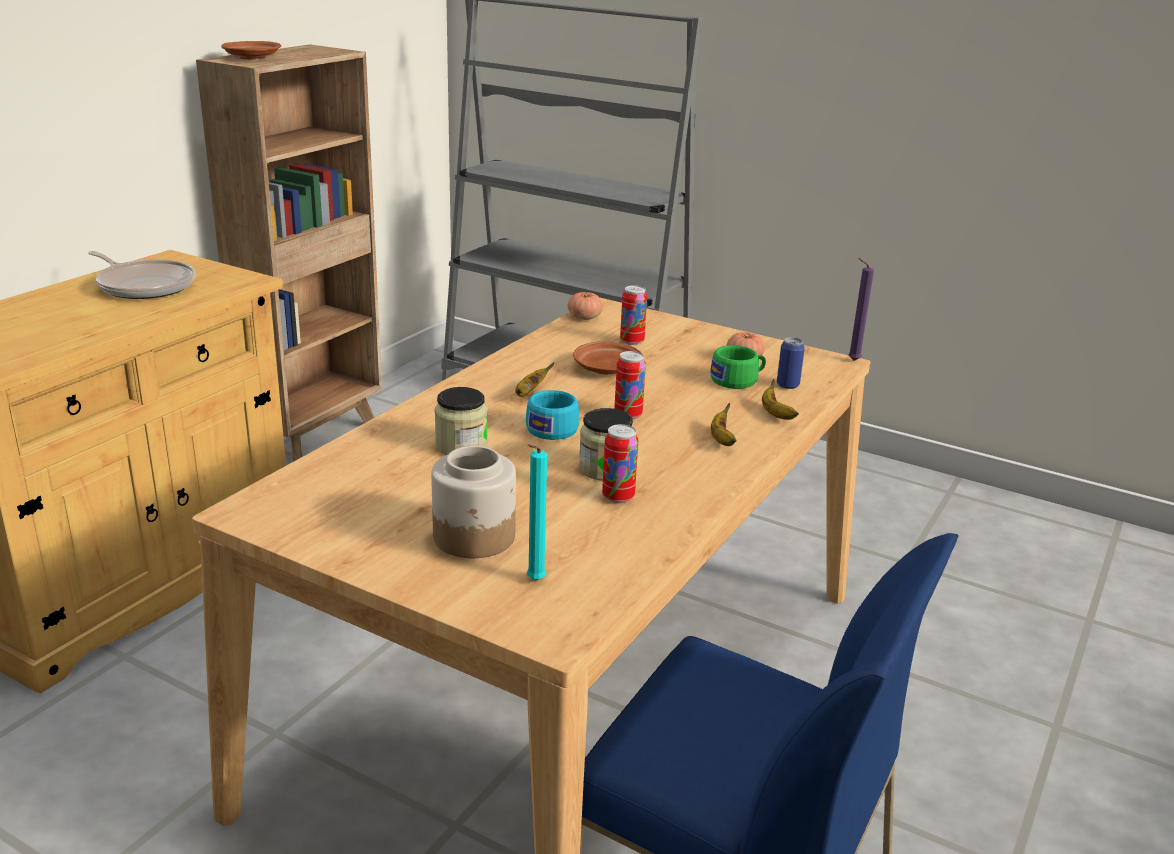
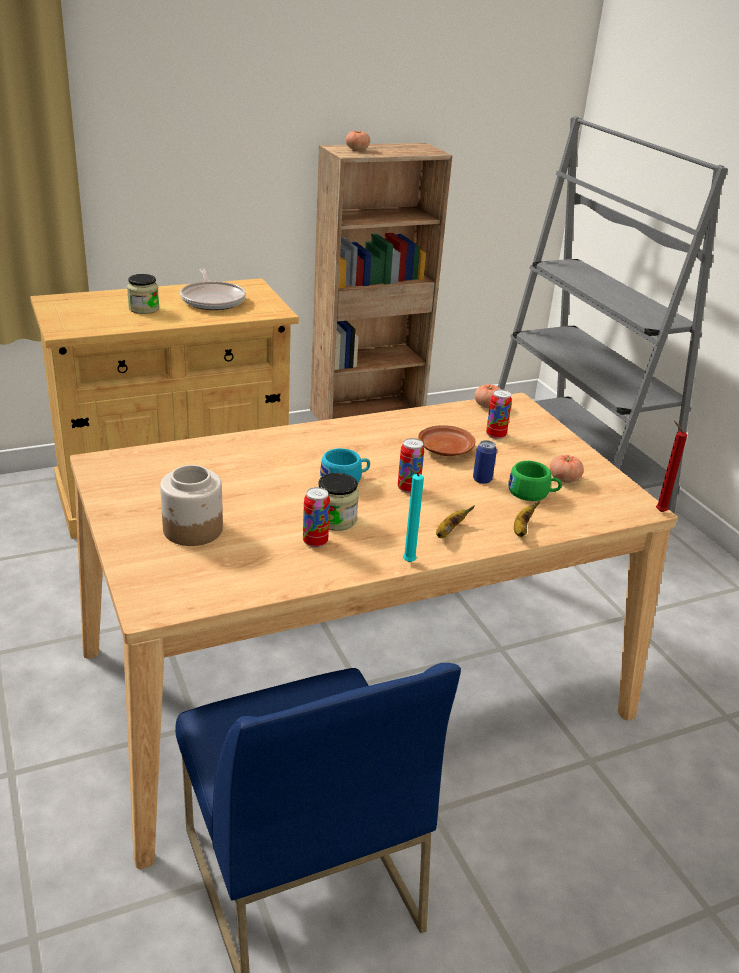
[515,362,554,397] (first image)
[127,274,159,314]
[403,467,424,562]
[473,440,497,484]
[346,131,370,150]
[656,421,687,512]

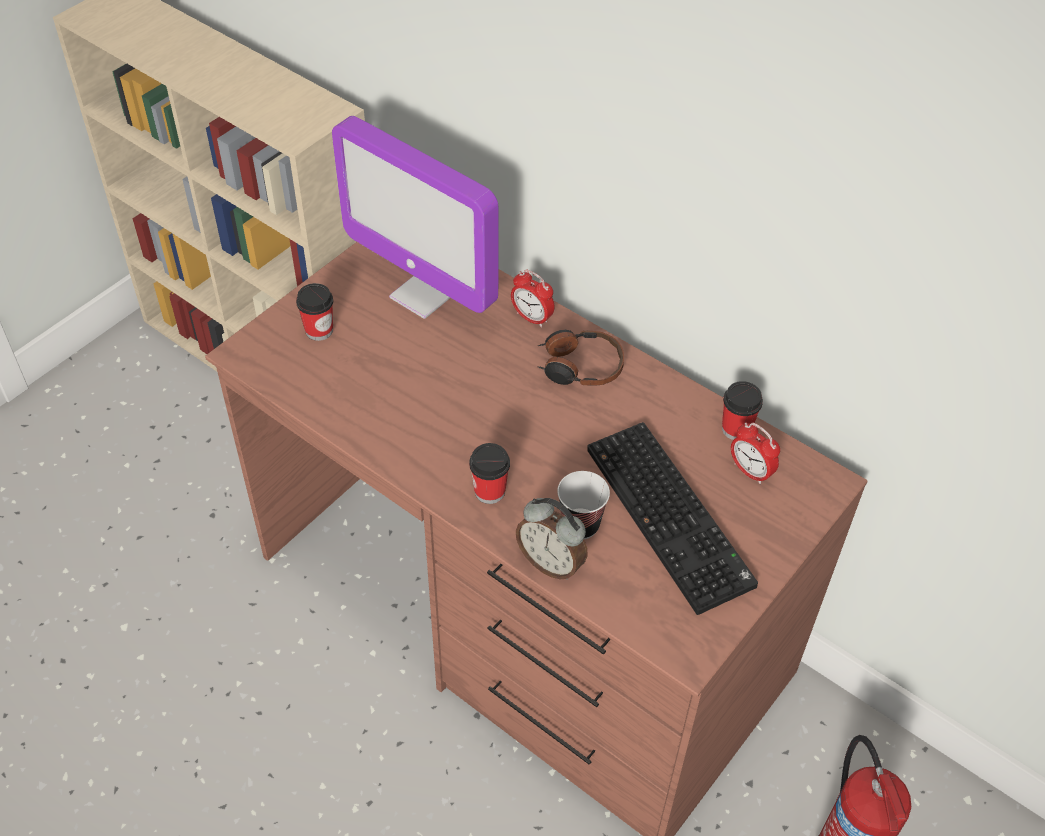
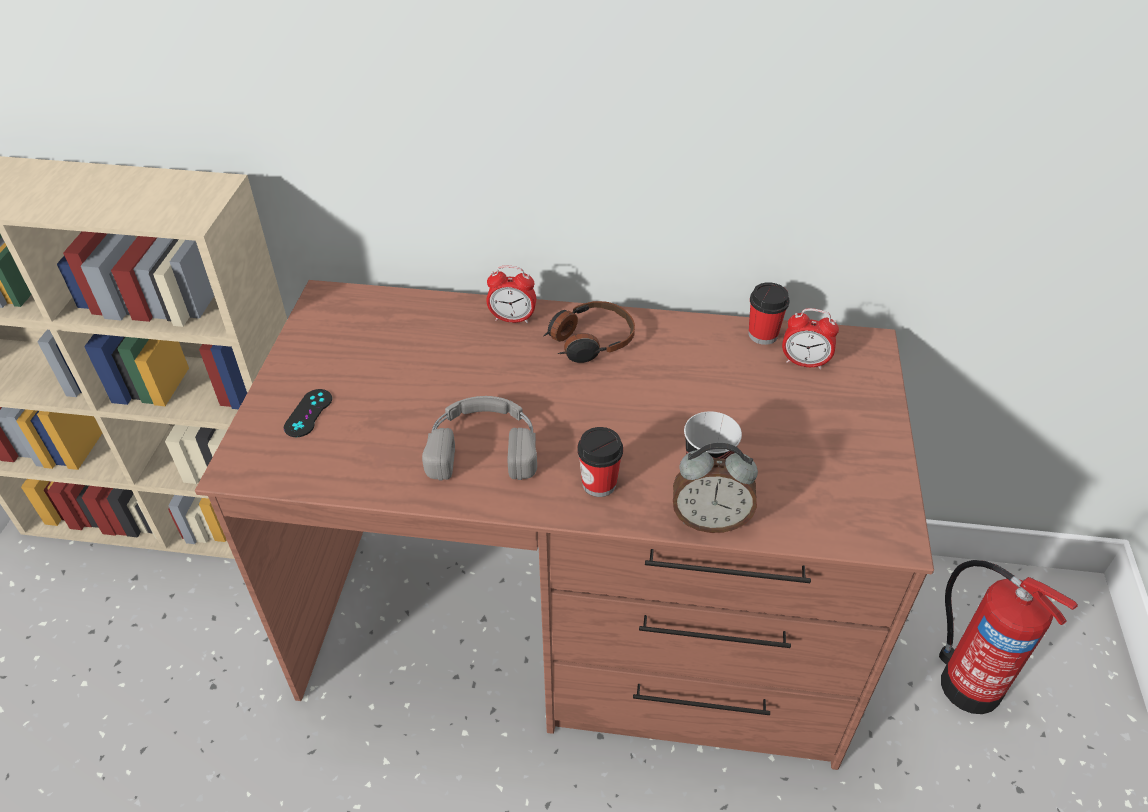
[332,116,499,319] (first image)
[587,422,758,615] (first image)
[422,396,537,480]
[284,389,332,437]

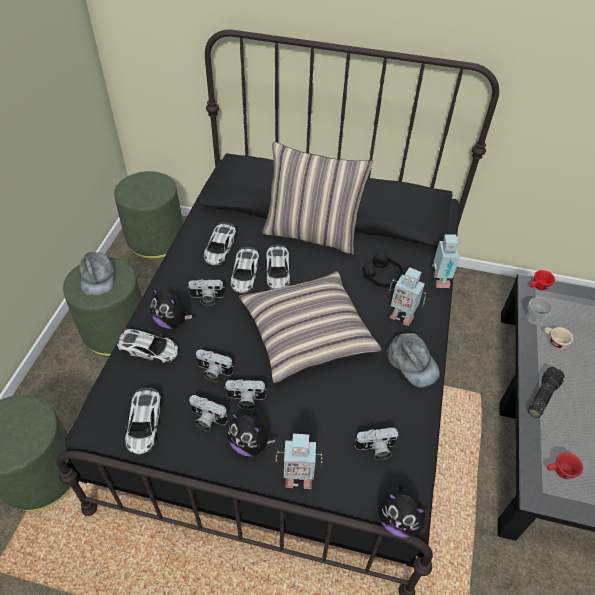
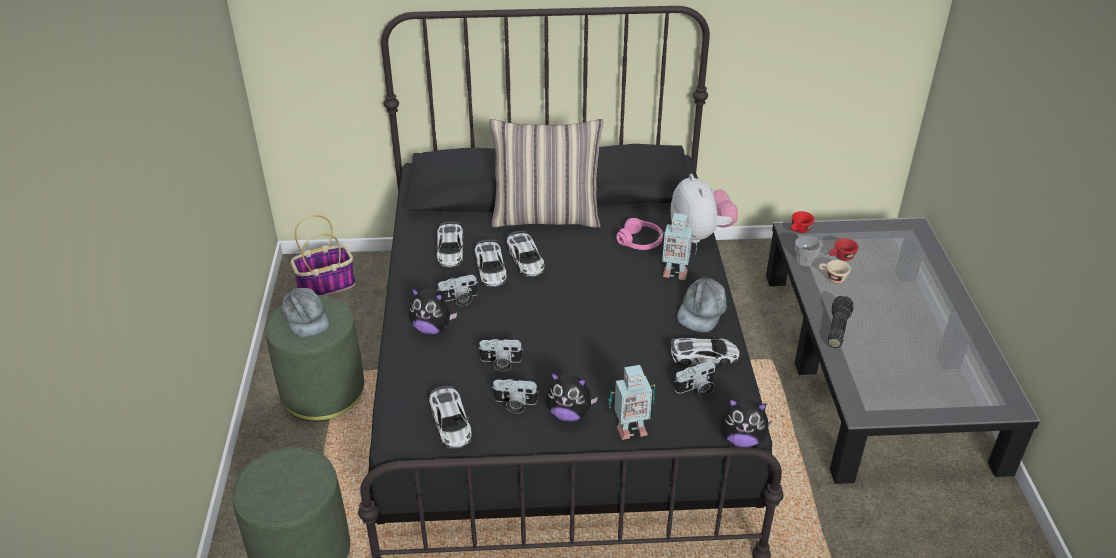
[225,380,267,410] (first image)
[239,271,381,383] (first image)
[671,336,740,366]
[829,238,859,261]
[291,215,356,295]
[671,174,738,243]
[616,218,663,250]
[677,277,727,332]

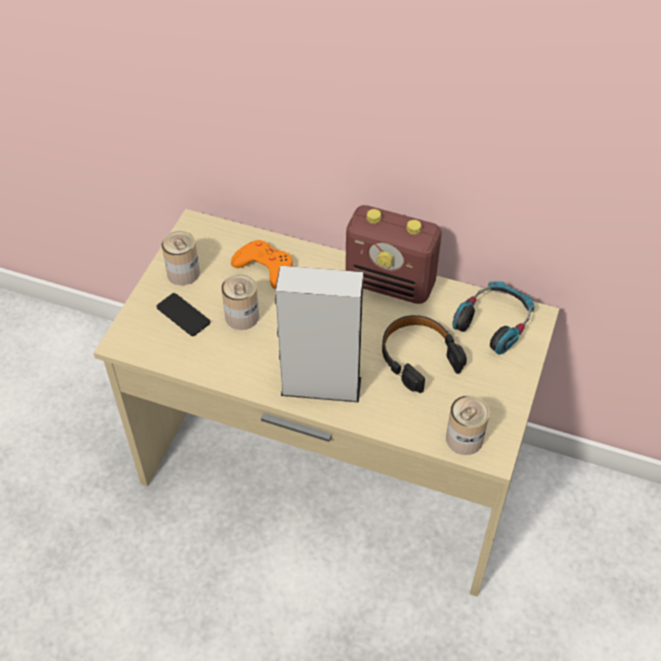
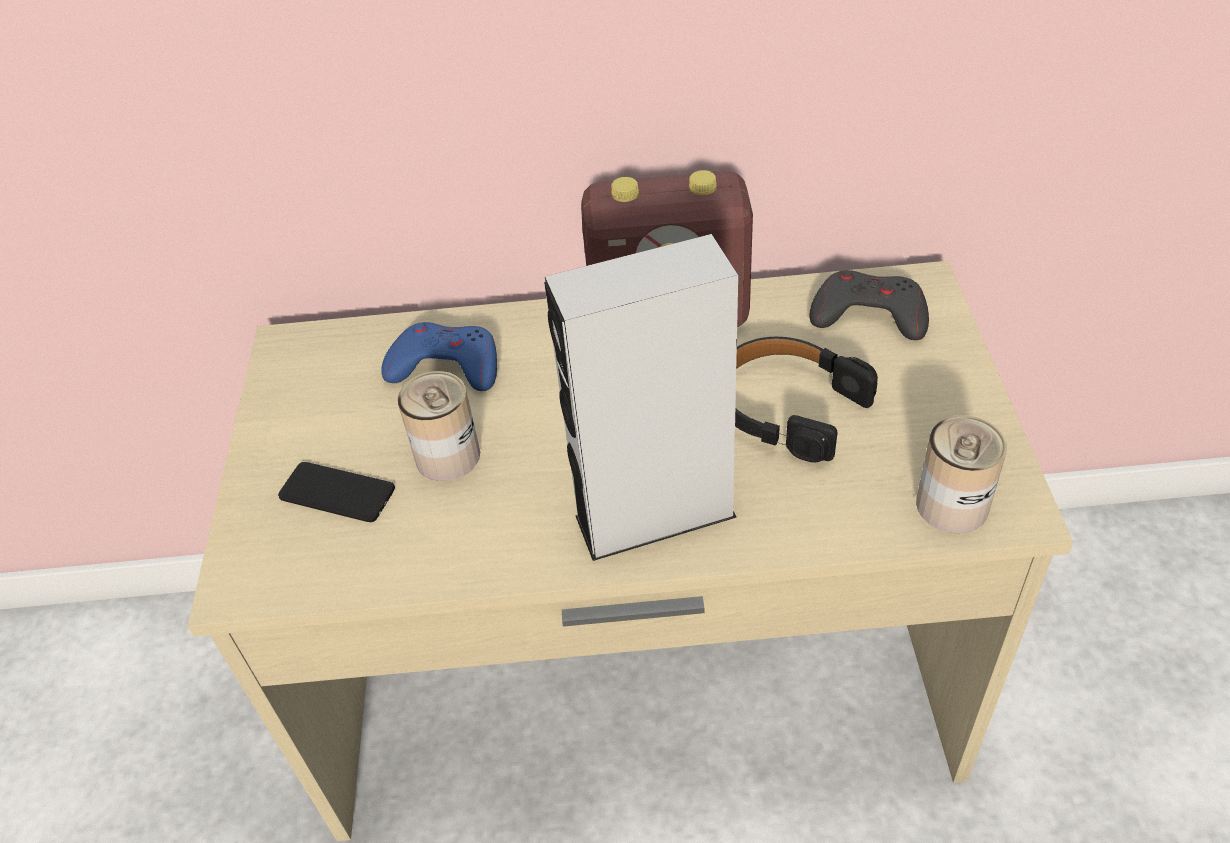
[161,231,200,285] (first image)
[810,270,929,340]
[381,322,497,391]

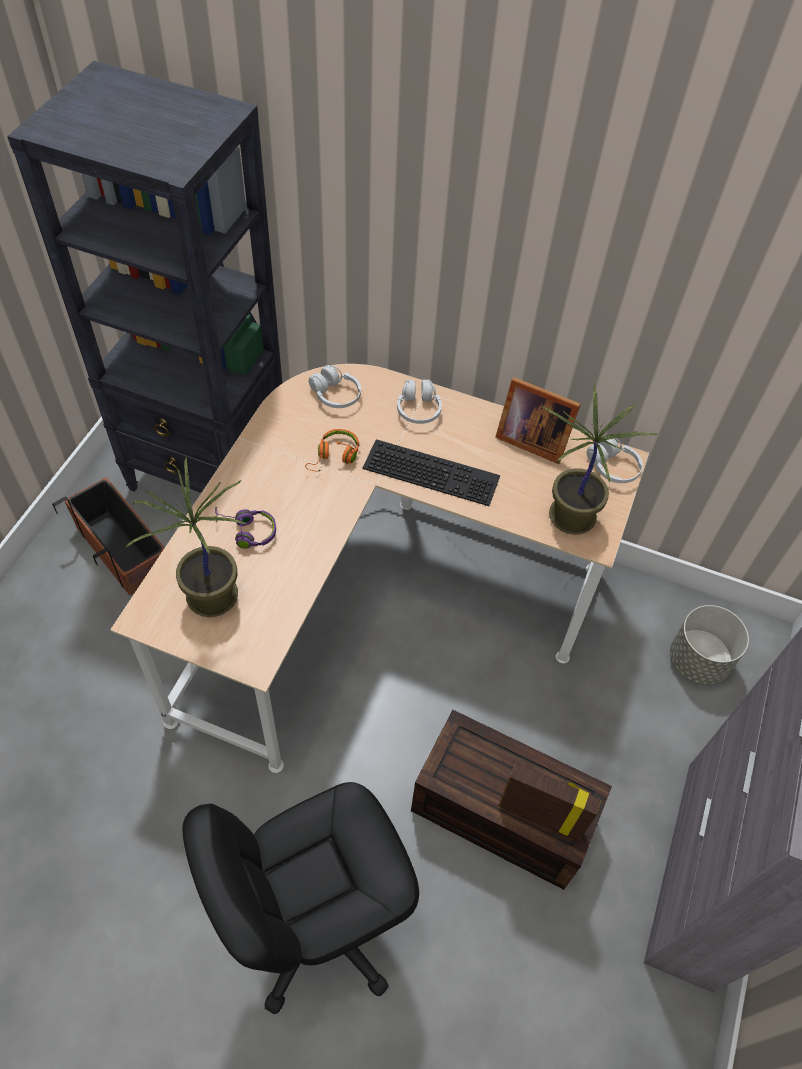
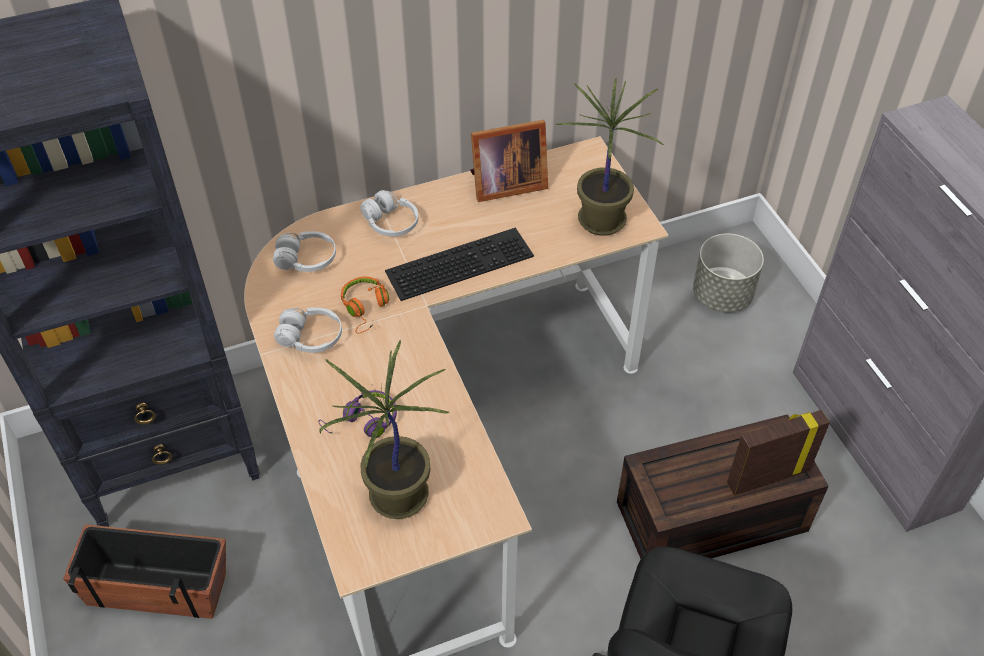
[274,307,342,353]

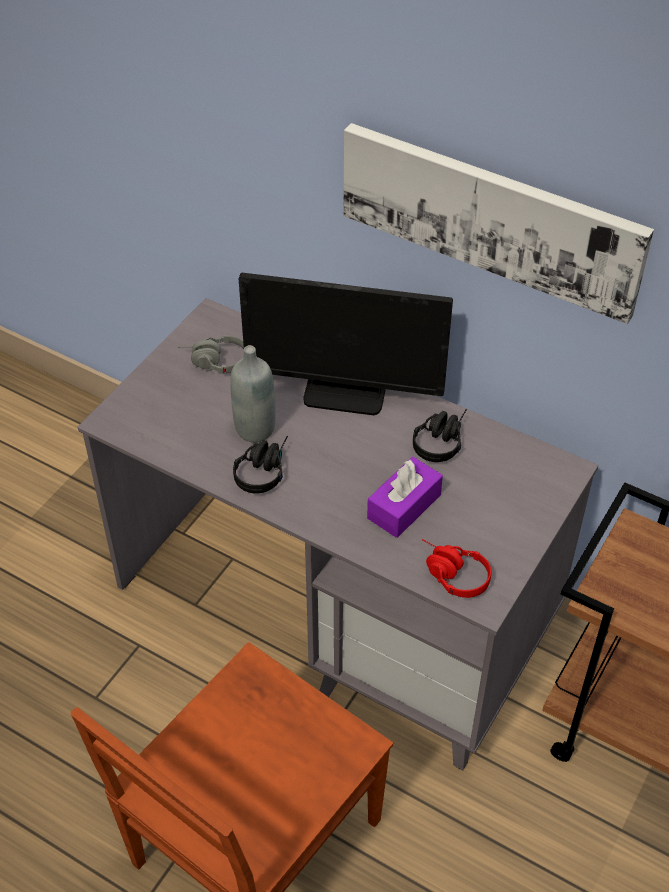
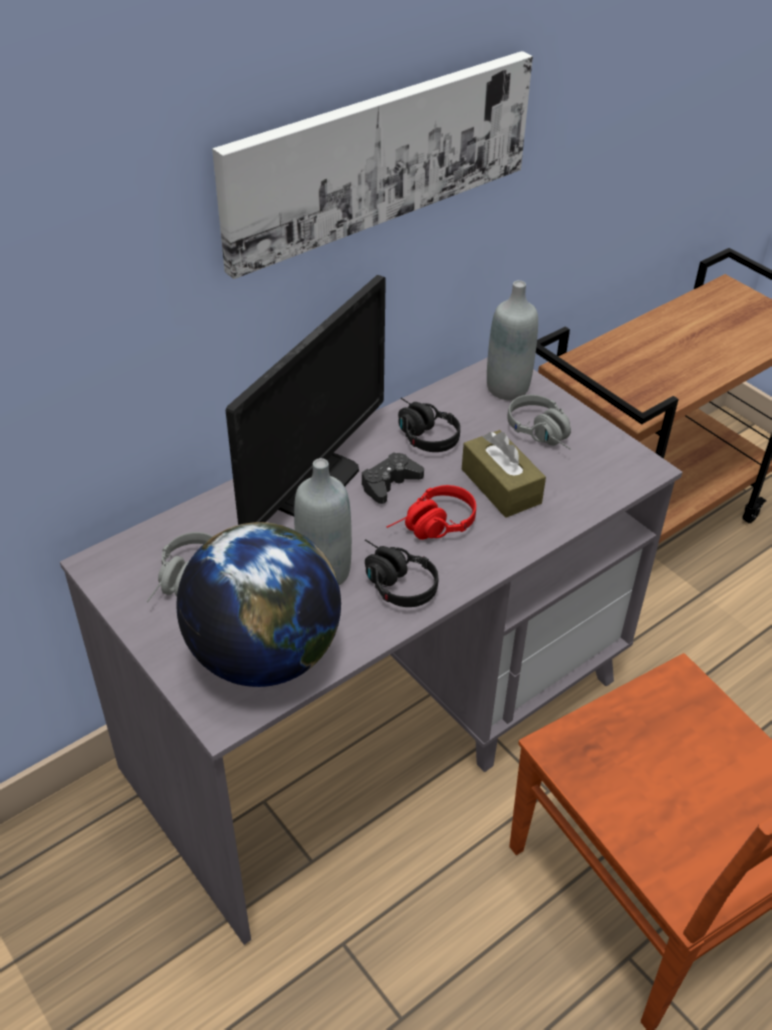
[176,522,341,687]
[361,452,424,504]
[487,280,538,400]
[508,395,571,450]
[387,485,476,540]
[462,430,546,518]

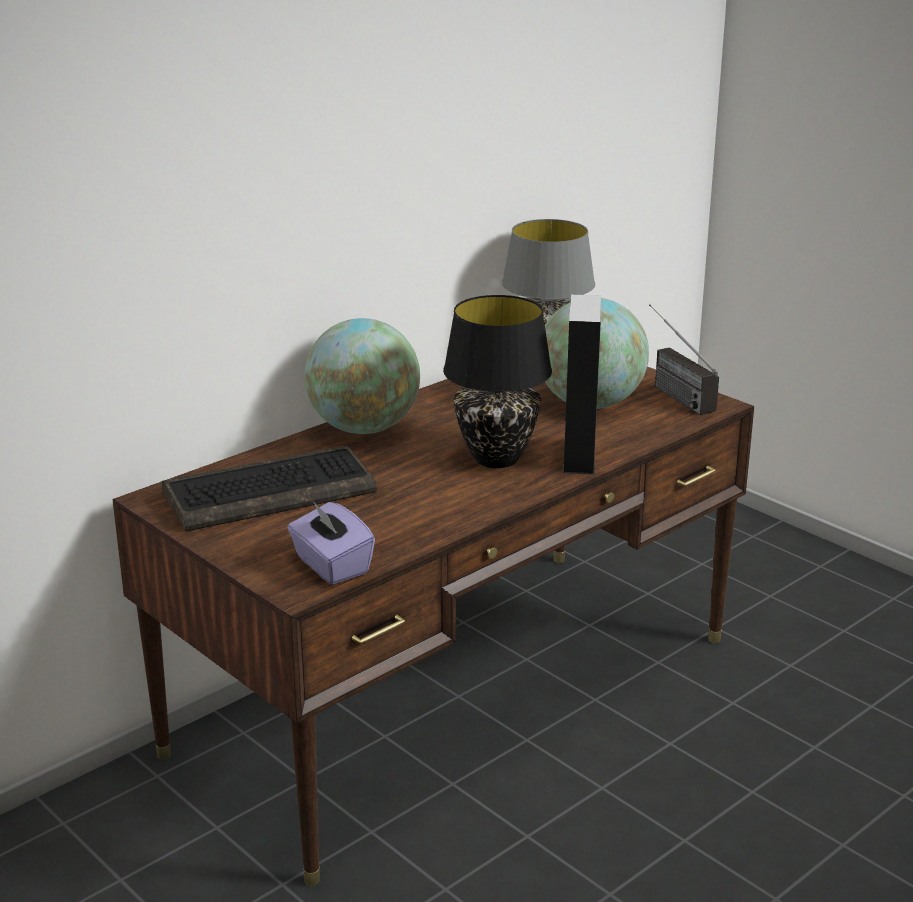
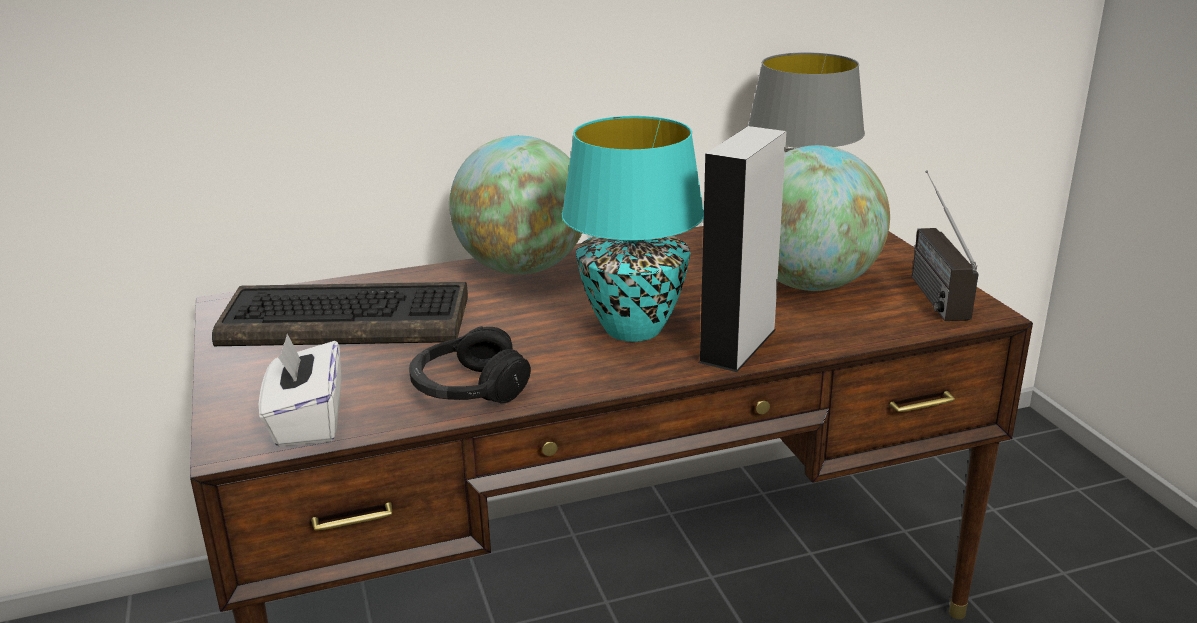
[409,326,531,403]
[259,334,341,447]
[562,116,704,342]

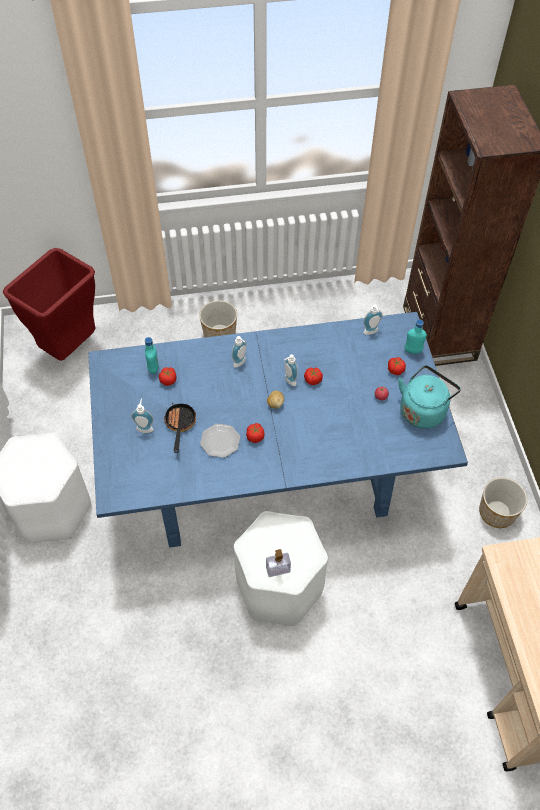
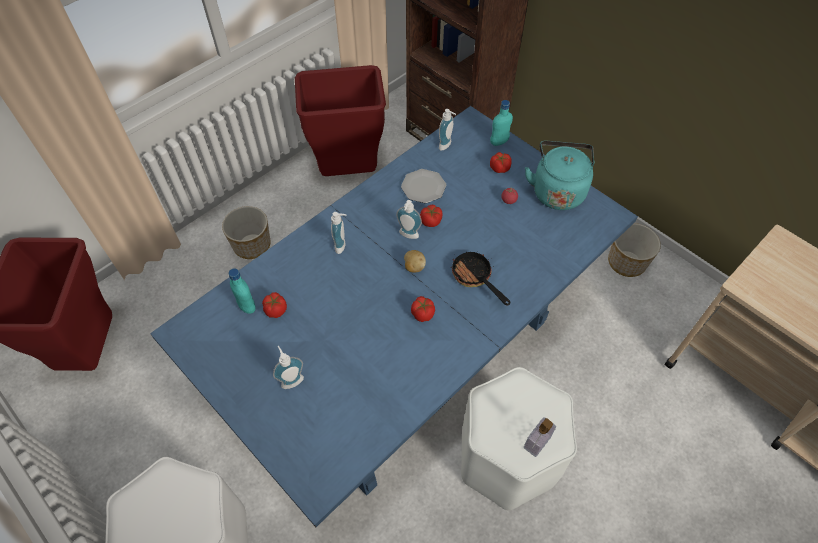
[295,65,386,176]
[451,252,510,306]
[401,169,446,203]

